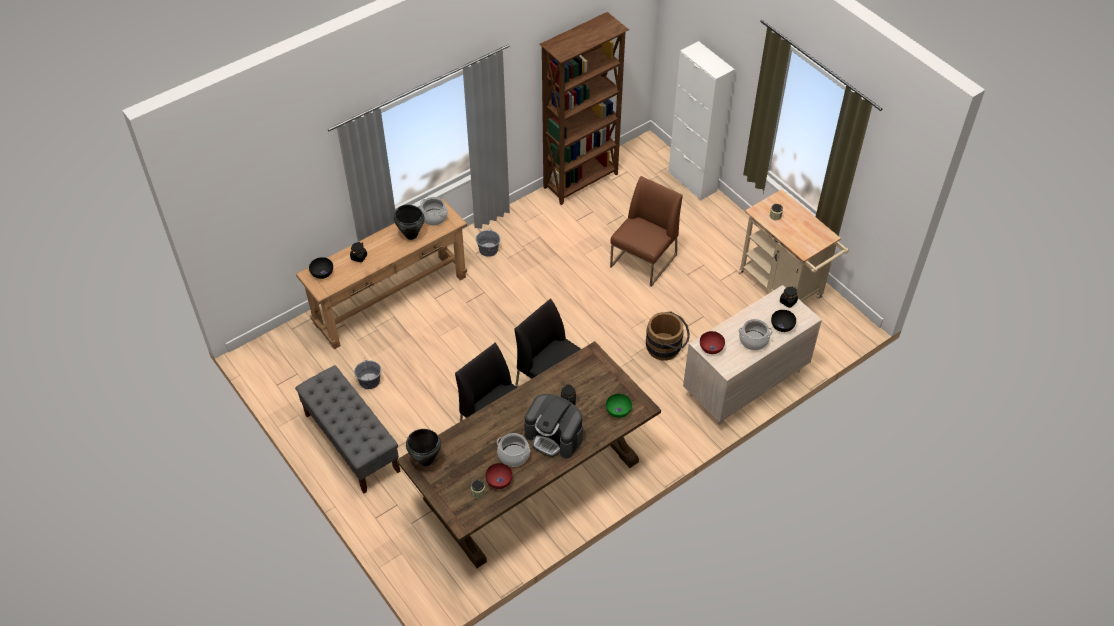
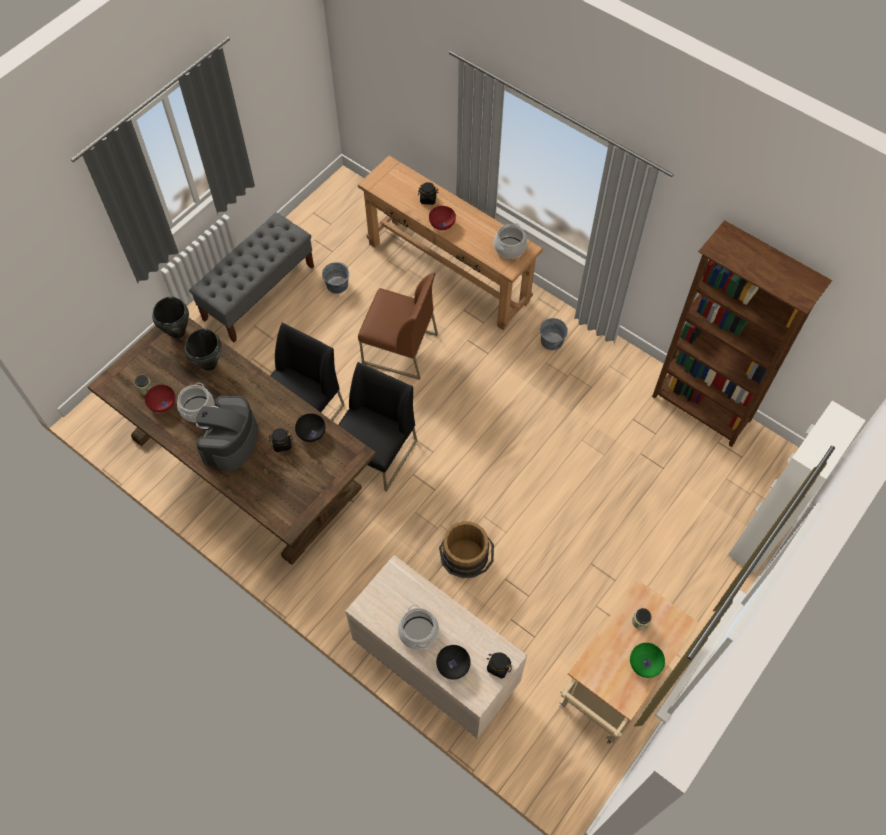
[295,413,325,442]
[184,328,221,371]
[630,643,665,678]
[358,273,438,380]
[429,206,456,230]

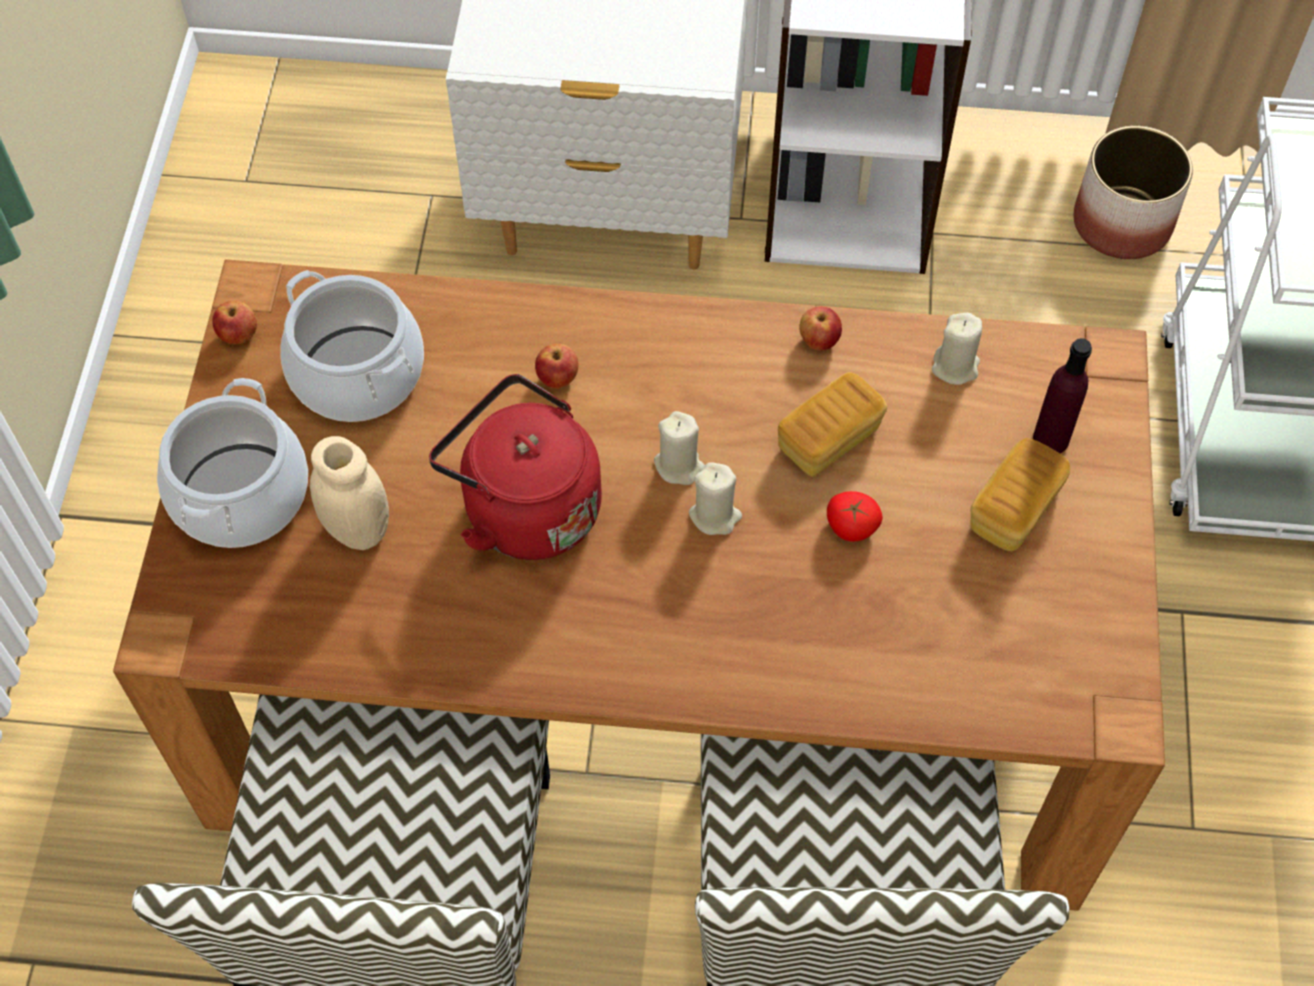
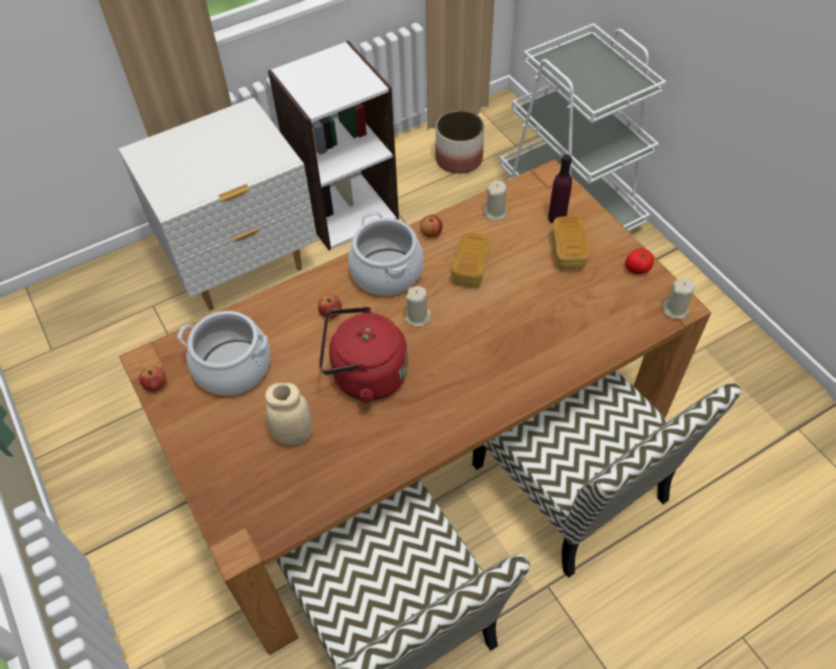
[348,211,424,295]
[662,278,695,319]
[625,249,654,274]

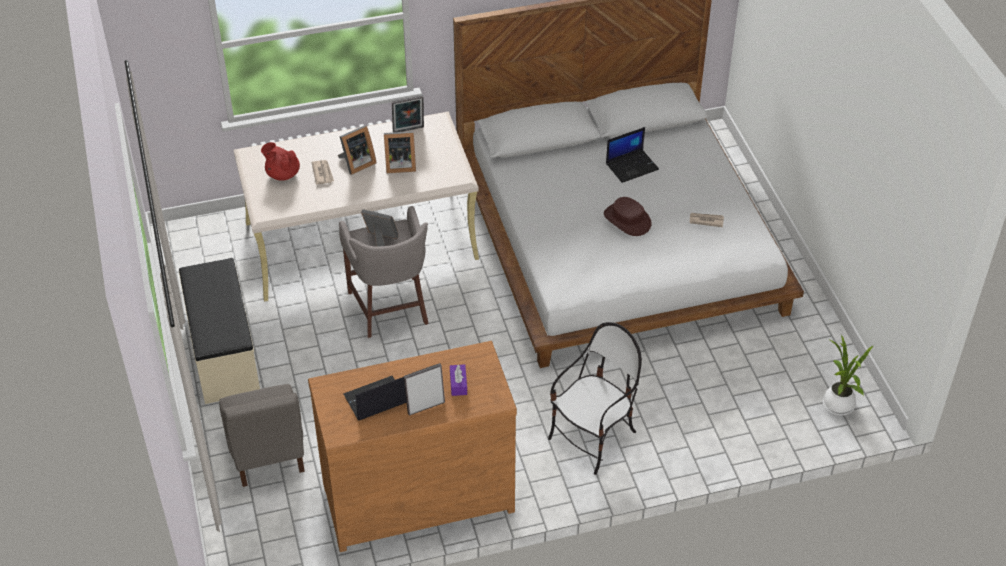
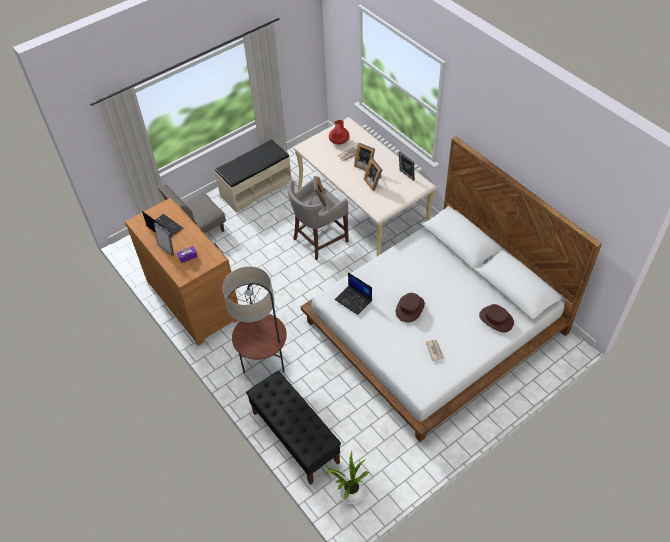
[246,370,341,485]
[479,304,514,333]
[335,272,372,315]
[223,266,287,373]

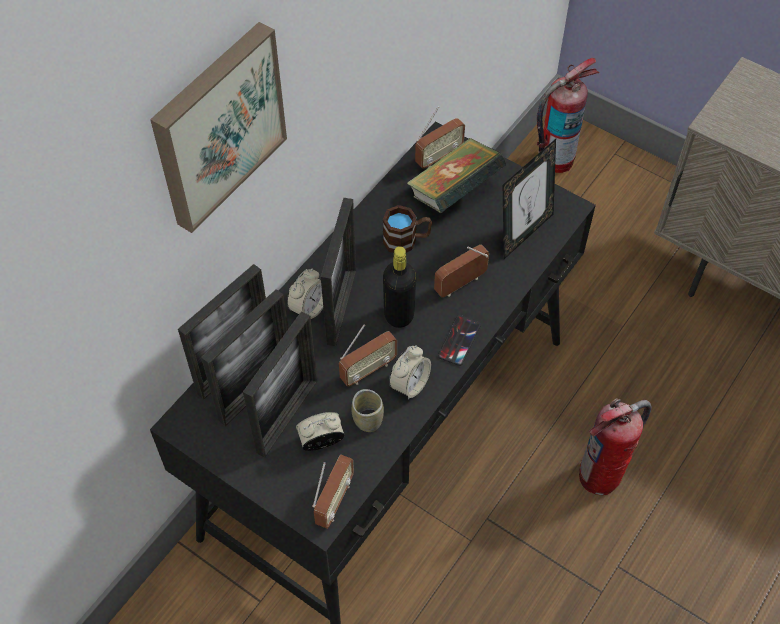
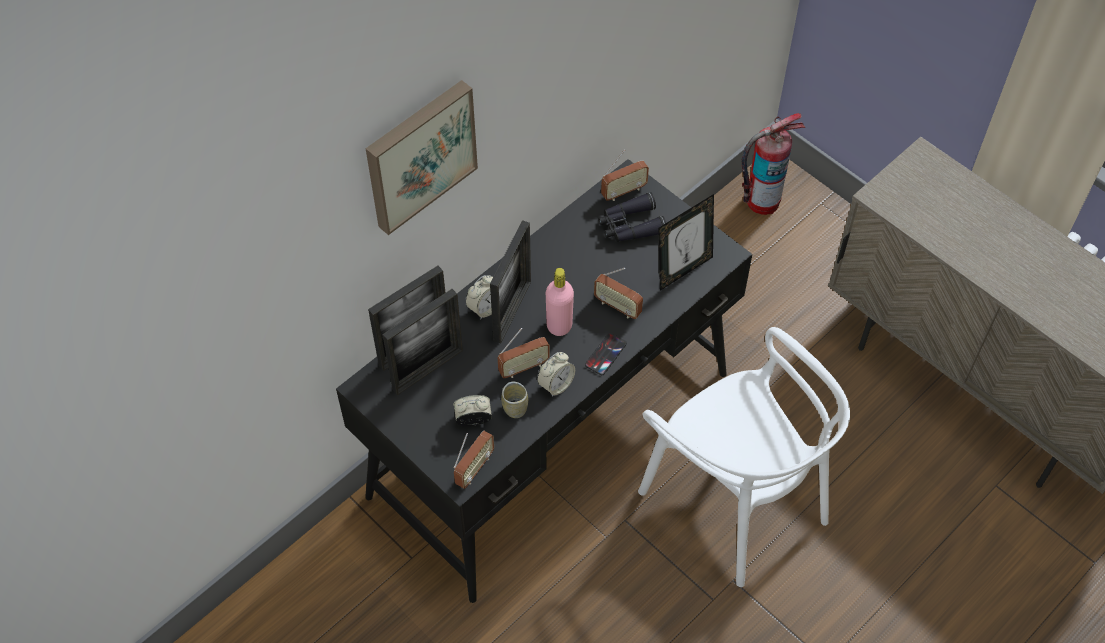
[243,311,317,457] (first image)
[383,205,432,253] (first image)
[598,192,666,242]
[638,327,850,587]
[546,268,574,336]
[594,268,643,319]

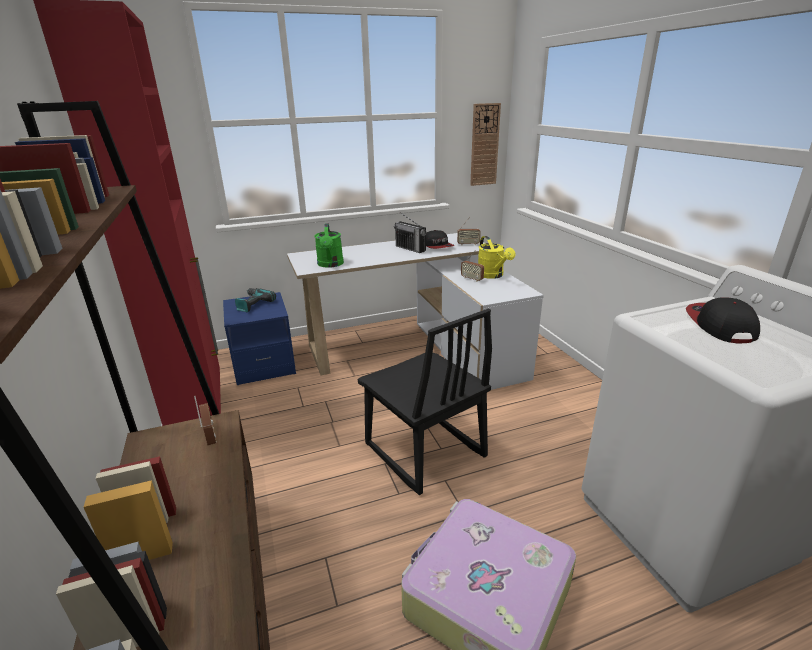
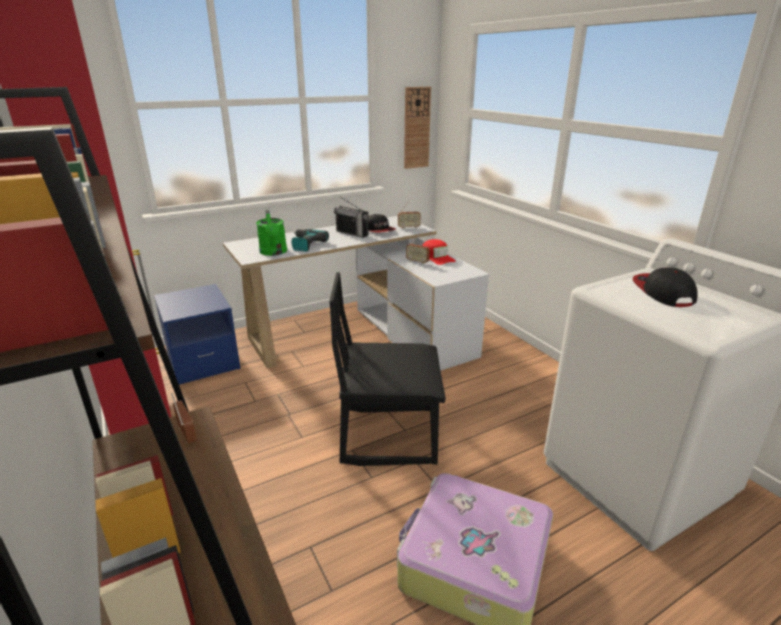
[291,229,329,252]
[422,239,456,265]
[329,272,446,466]

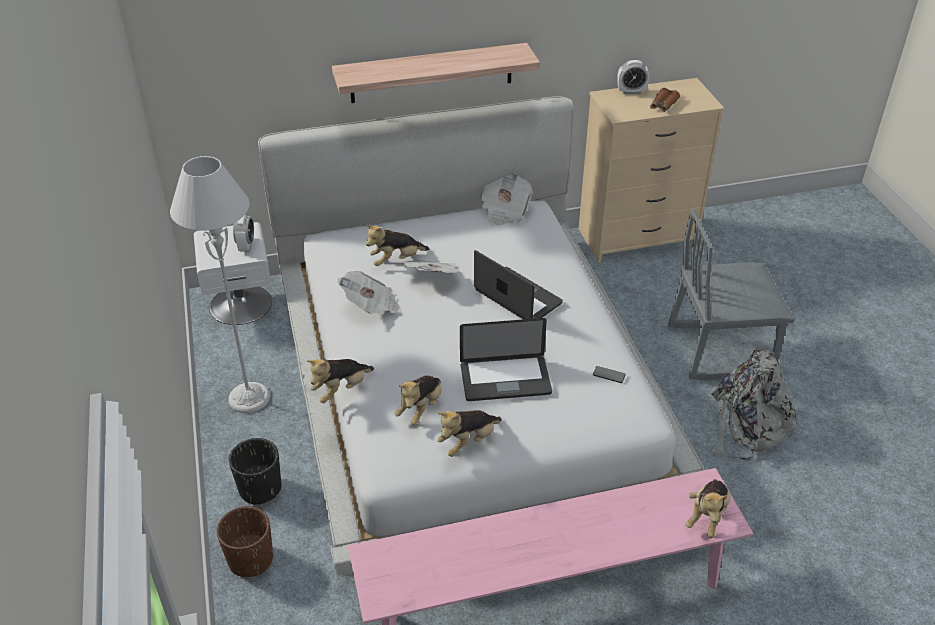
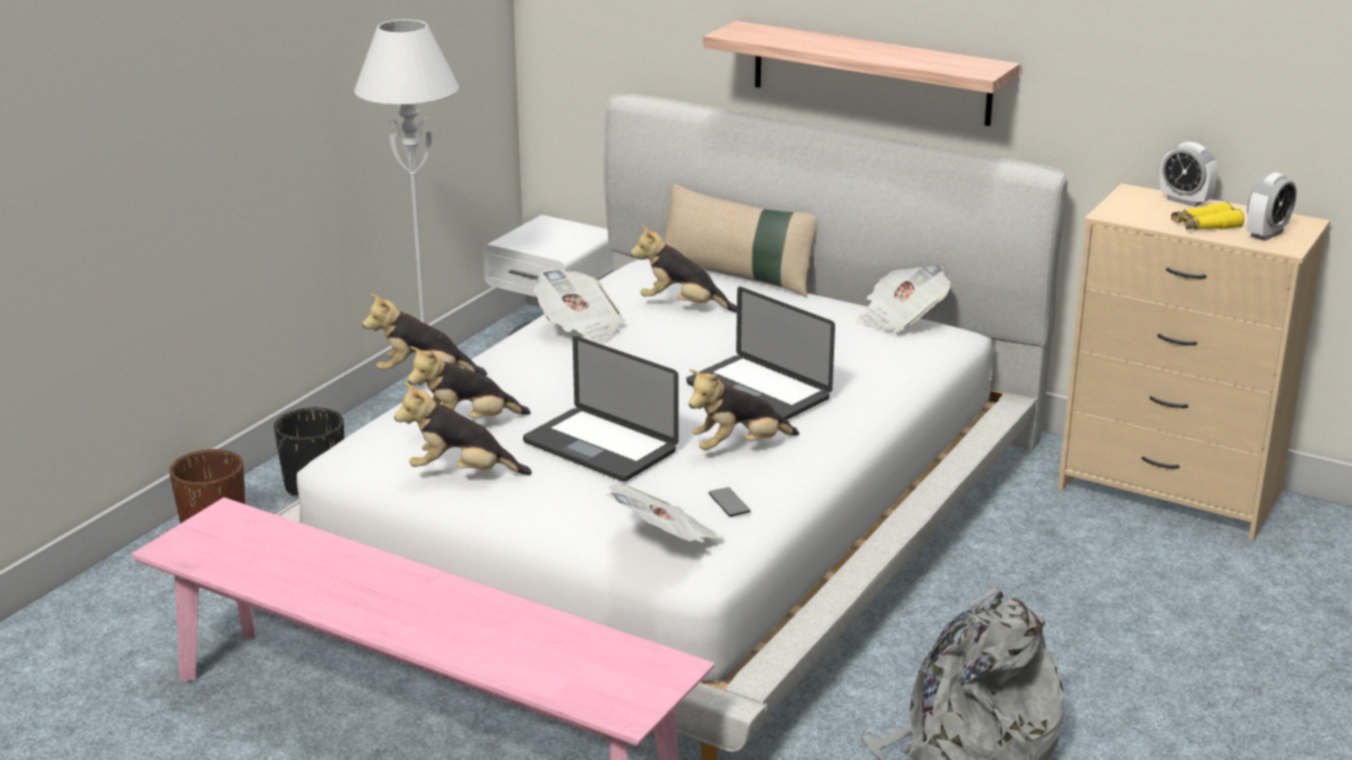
[668,209,795,380] (first image)
[664,183,817,297]
[1247,172,1297,241]
[606,484,724,543]
[688,369,799,450]
[1171,202,1244,230]
[687,287,835,420]

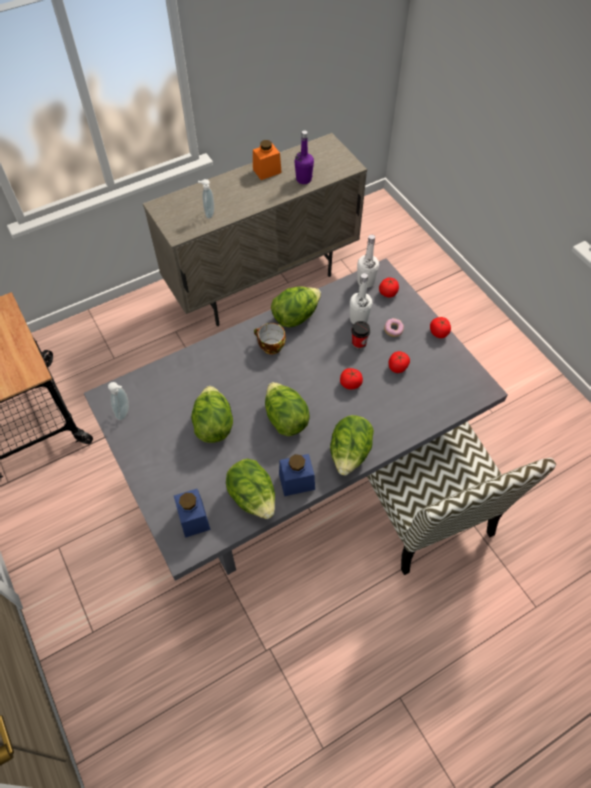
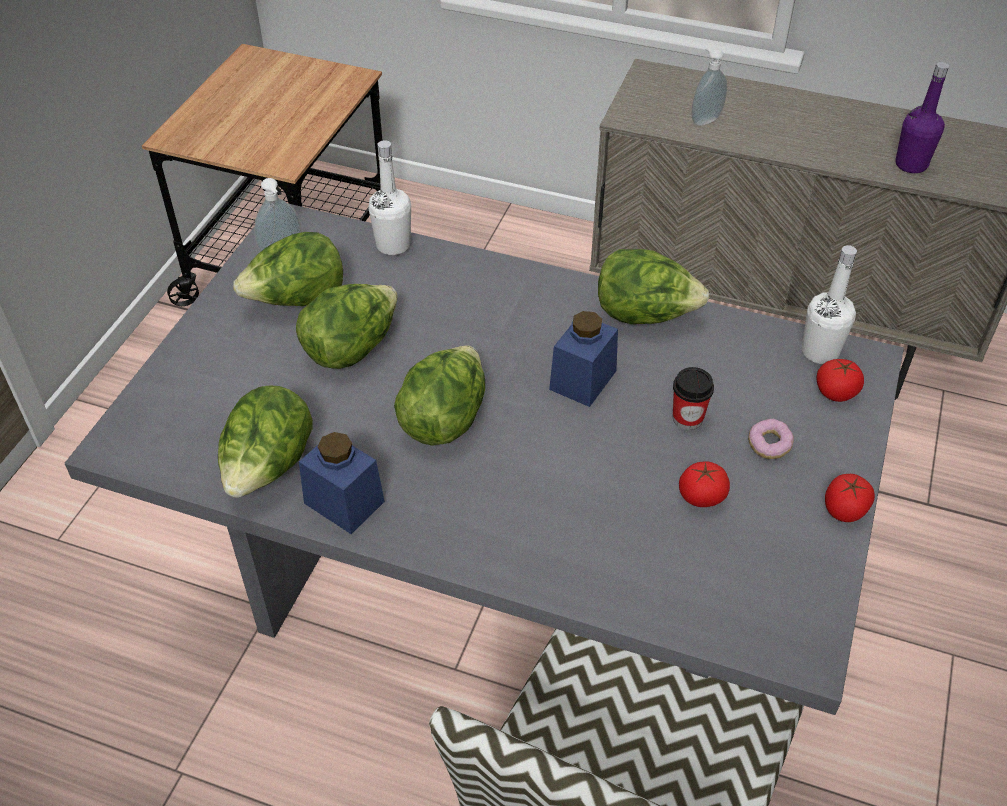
[253,140,282,180] (first image)
[254,323,286,354] (first image)
[340,368,363,390] (first image)
[549,311,618,407]
[233,232,343,306]
[368,140,411,255]

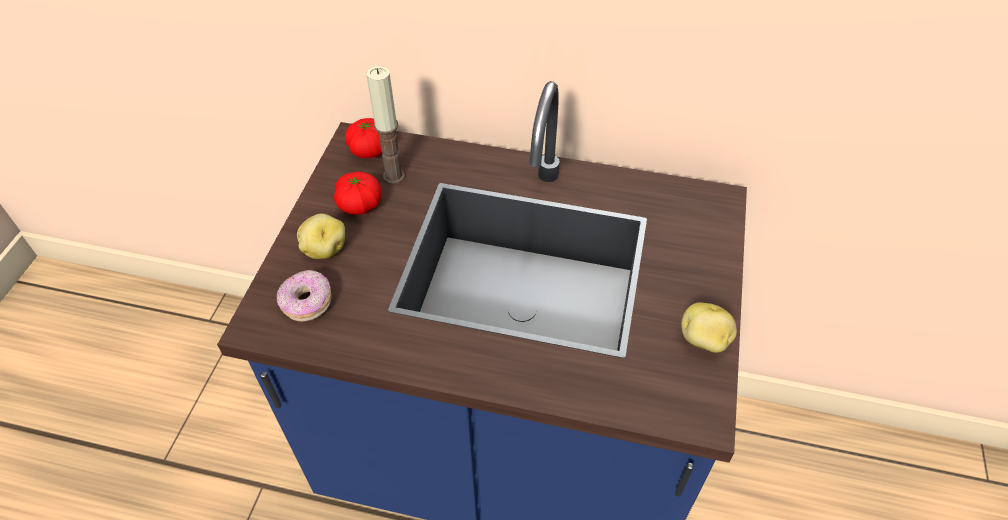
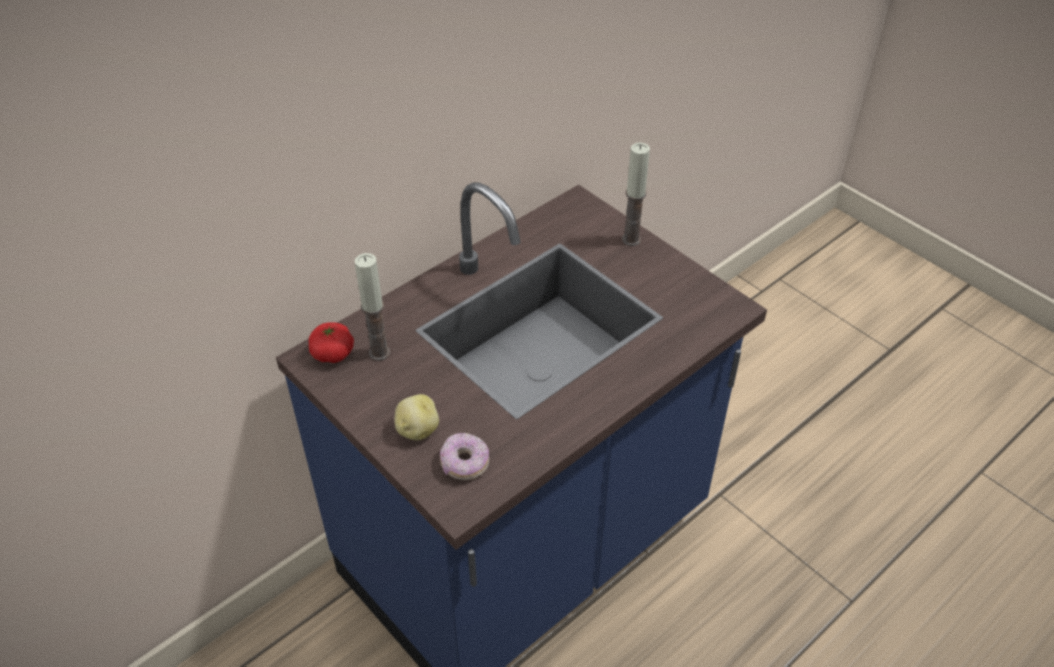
[334,171,382,215] (first image)
[681,303,737,353] (first image)
[622,142,650,246]

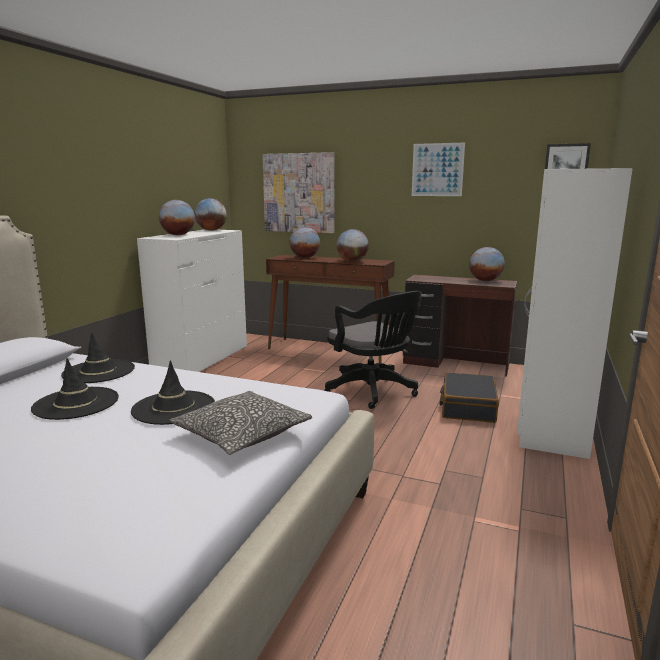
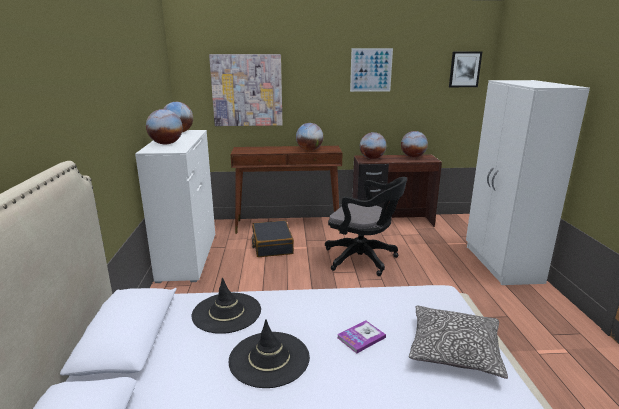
[360,132,387,159]
[252,220,294,257]
[337,320,386,354]

